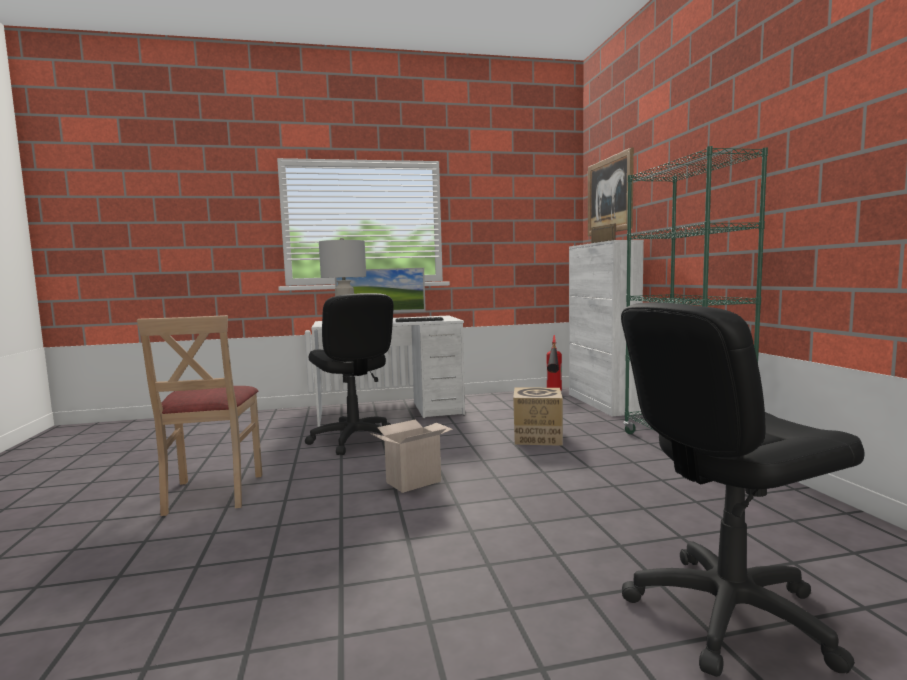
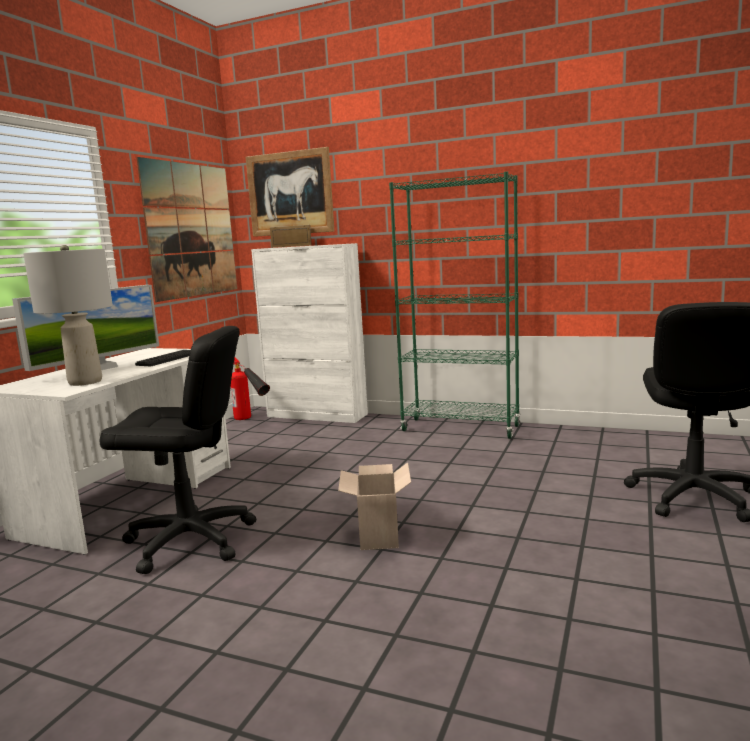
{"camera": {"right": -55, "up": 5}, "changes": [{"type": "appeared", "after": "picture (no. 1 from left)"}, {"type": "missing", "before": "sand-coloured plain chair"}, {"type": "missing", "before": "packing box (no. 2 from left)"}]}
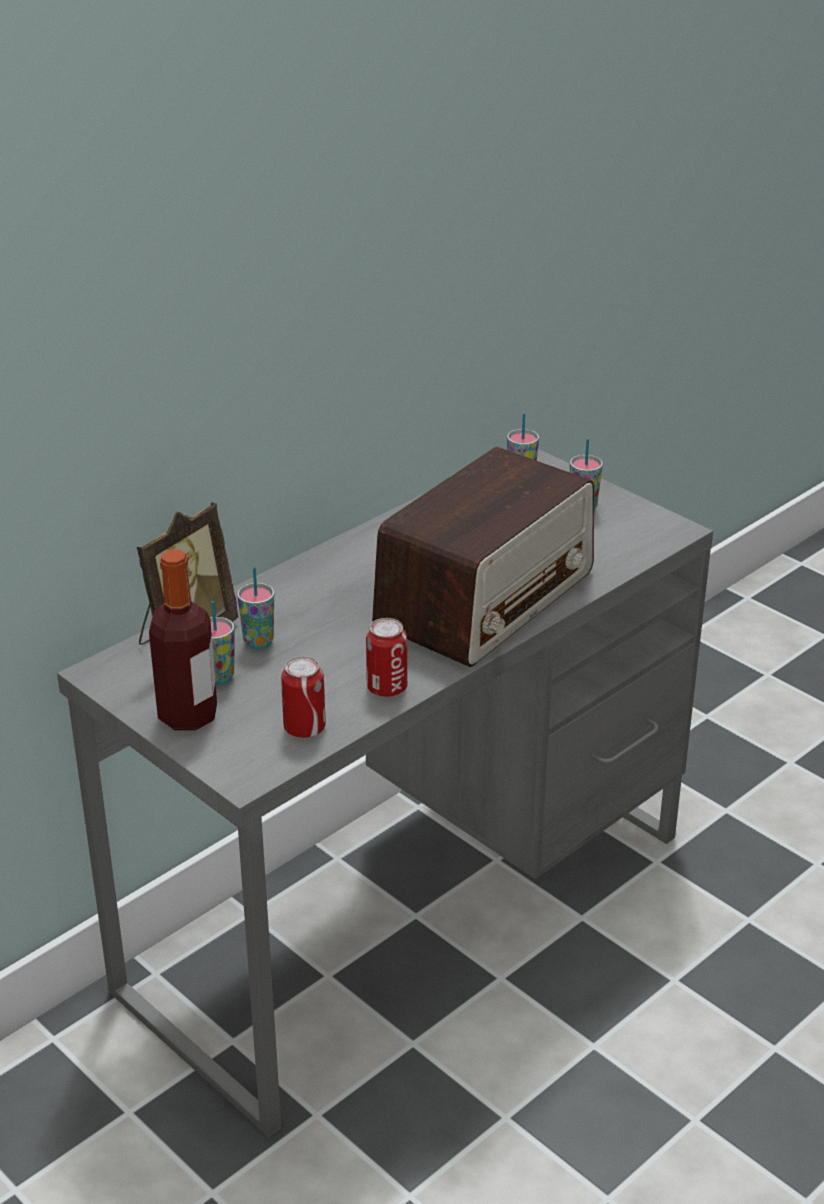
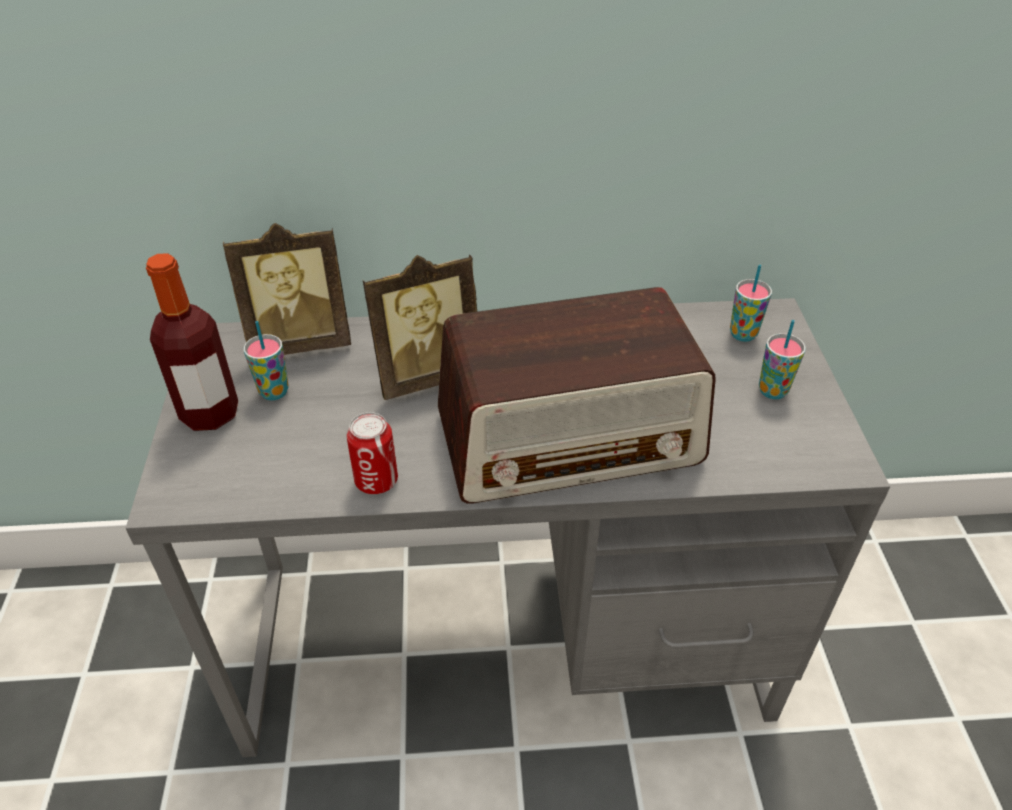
{"camera": {"right": 40, "up": 10}, "changes": [{"type": "appeared", "after": "standing frame (no. 2 from left)"}, {"type": "missing", "before": "cup (no. 2 from left)"}, {"type": "missing", "before": "sealed can (no. 1 from left)"}]}
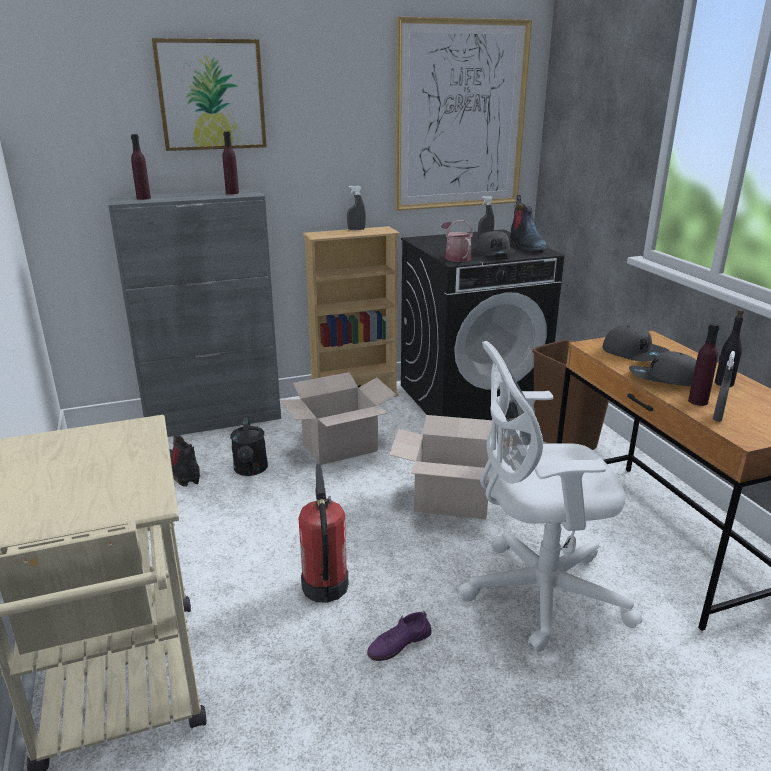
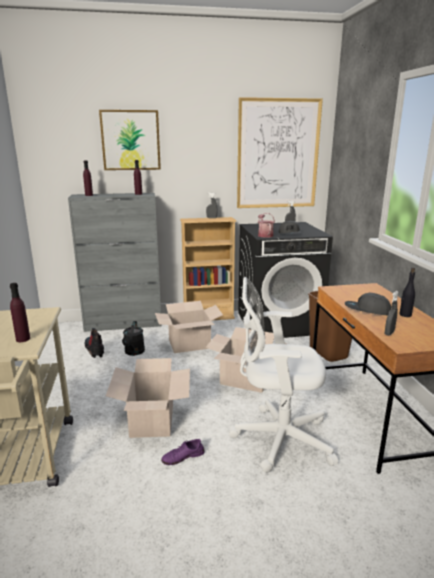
{"camera": {"right": 10, "up": -5}, "changes": [{"type": "relocated", "before": "purple bottle (no. 3 from left in the first image)", "after": "purple bottle (no. 1 from left)"}, {"type": "exchanged", "before": "fire extinguisher", "after": "packing box (no. 1 from left)"}, {"type": "missing", "before": "boot (no. 2 from left)"}, {"type": "missing", "before": "greyish baseball cap (no. 2 from left)"}]}
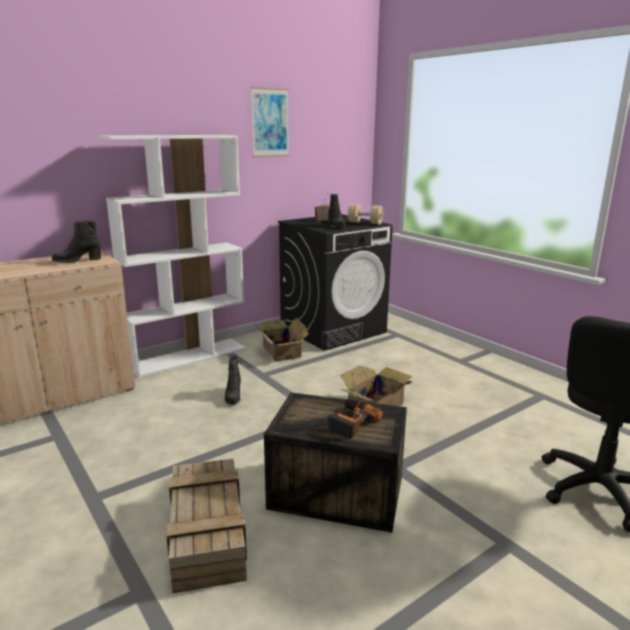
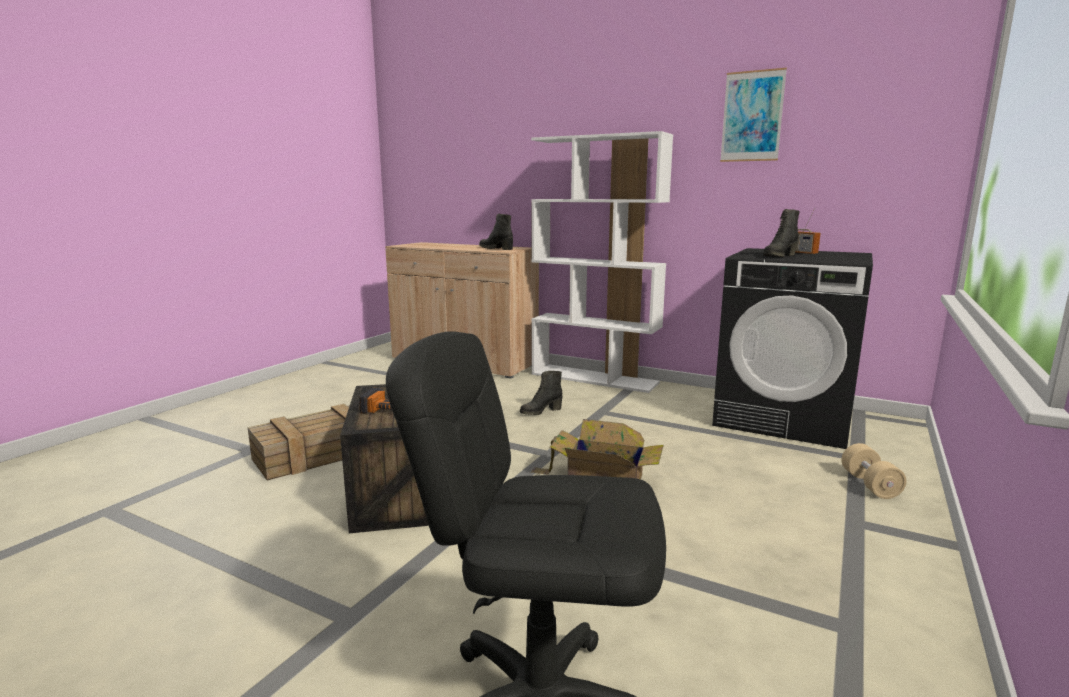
{"camera": {"right": 65, "up": -5}, "changes": [{"type": "relocated", "before": "sand-coloured hand weight"}, {"type": "missing", "before": "packing box (no. 1 from left)"}]}
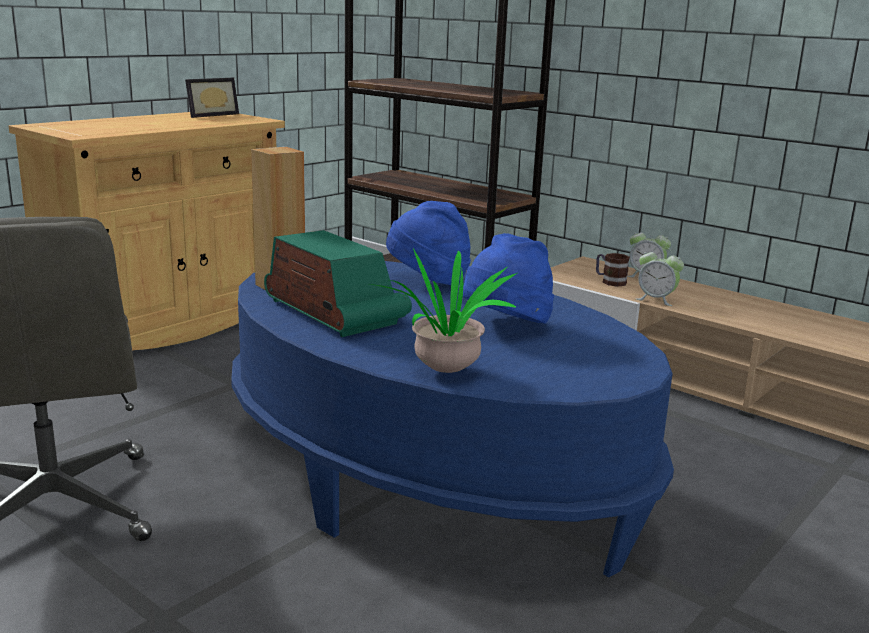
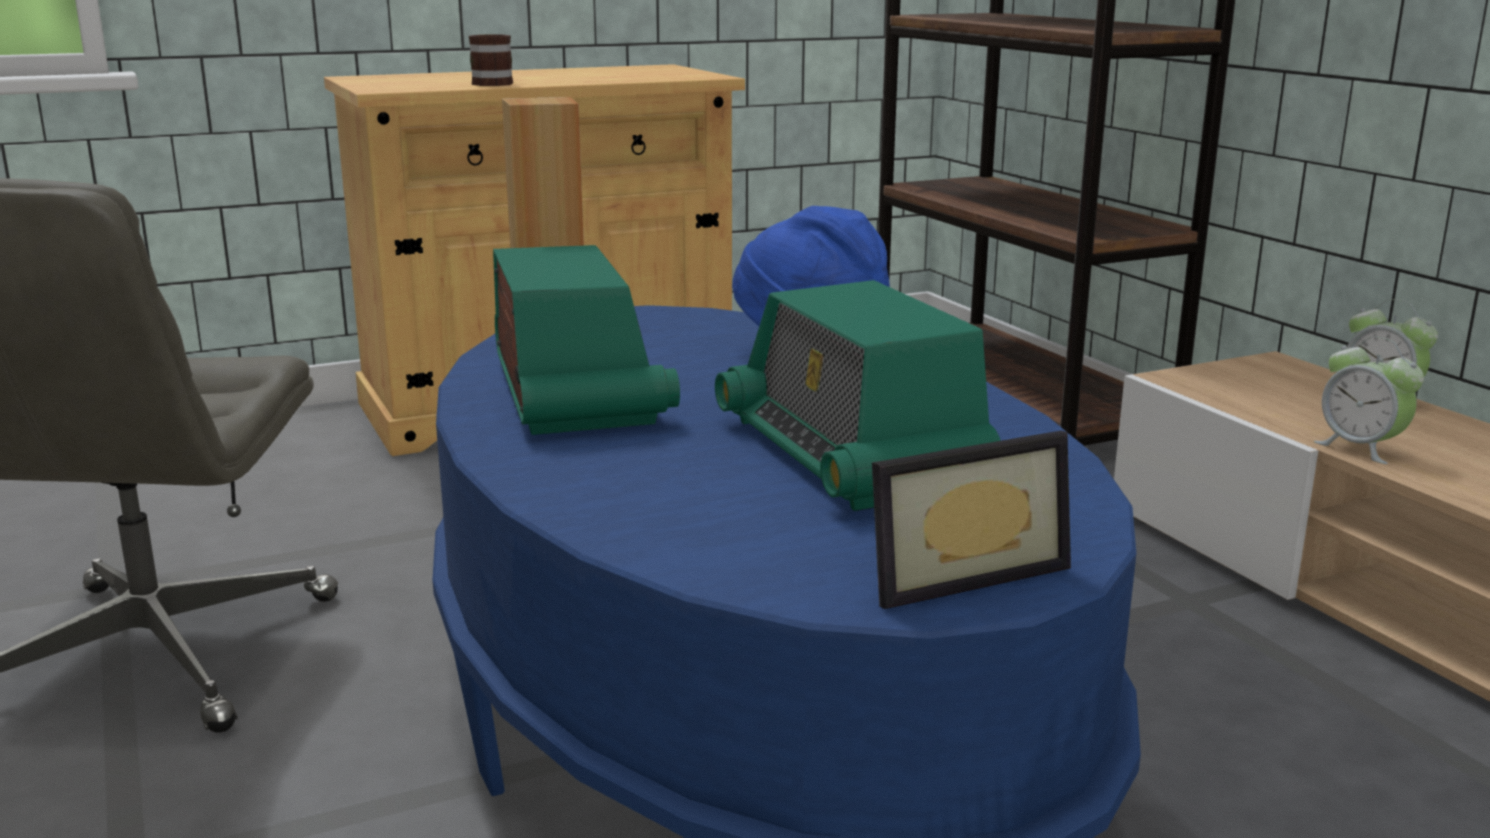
{"camera": {"right": 25, "up": 0}, "changes": [{"type": "relocated", "before": "coffee mug"}, {"type": "exchanged", "before": "blue-coloured wearable hat (no. 2 from left)", "after": "radio (no. 2 from left)"}, {"type": "relocated", "before": "standing frame"}, {"type": "missing", "before": "potted plant"}]}
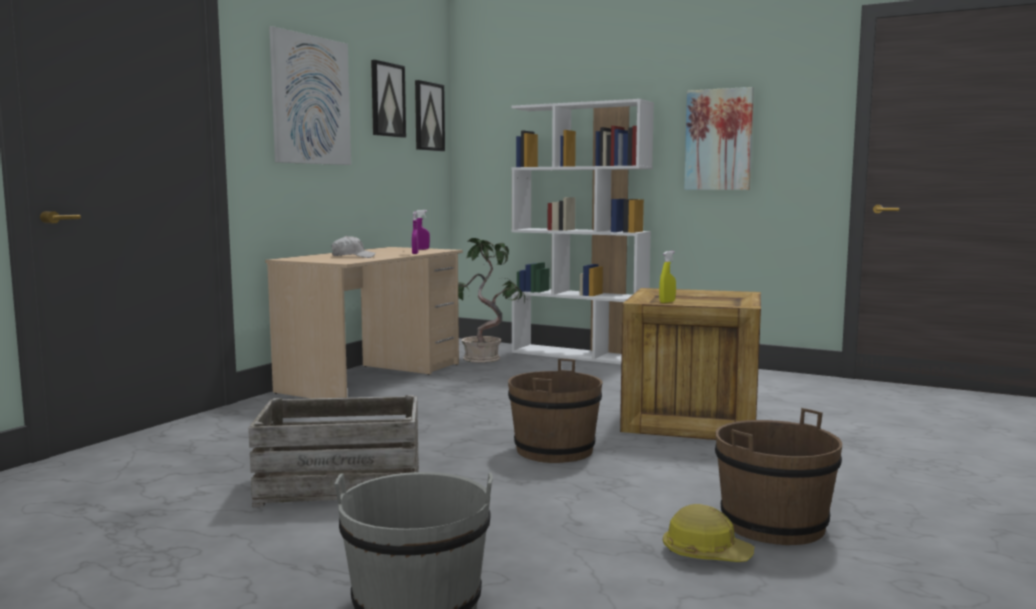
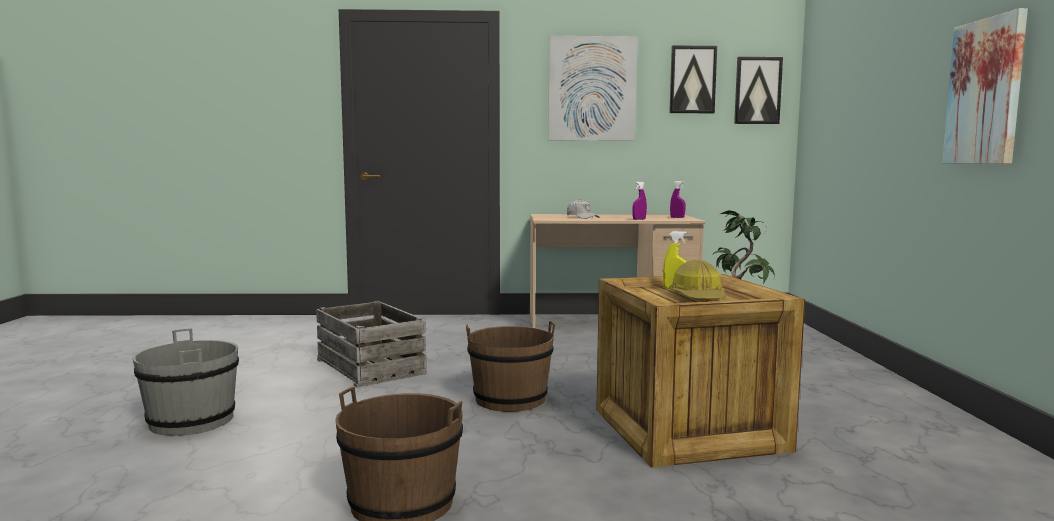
{"camera": {"right": 60, "up": 0}, "changes": [{"type": "relocated", "before": "work helmet"}, {"type": "missing", "before": "white-coloured bookshelf"}]}
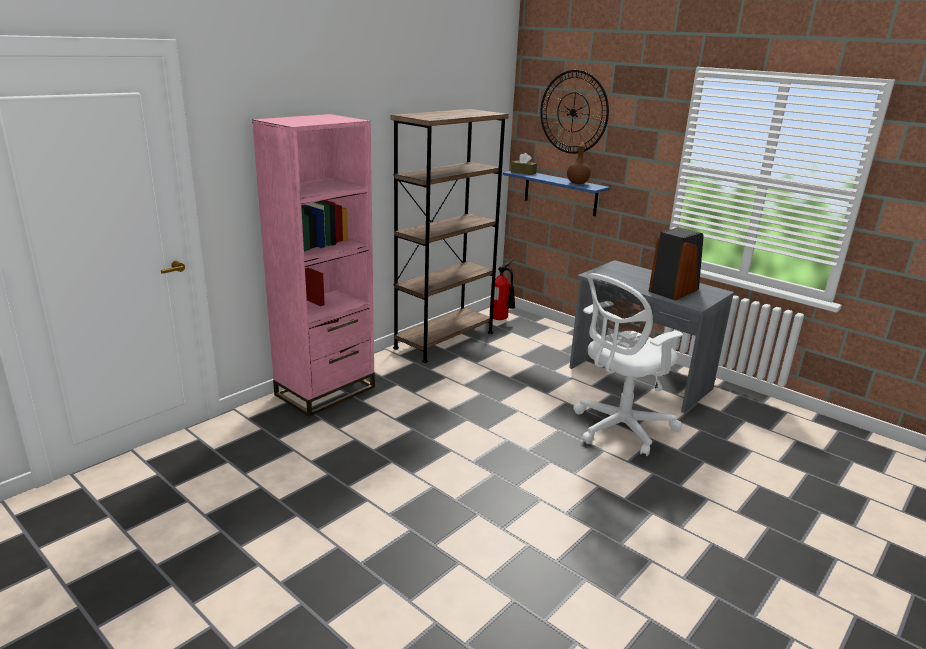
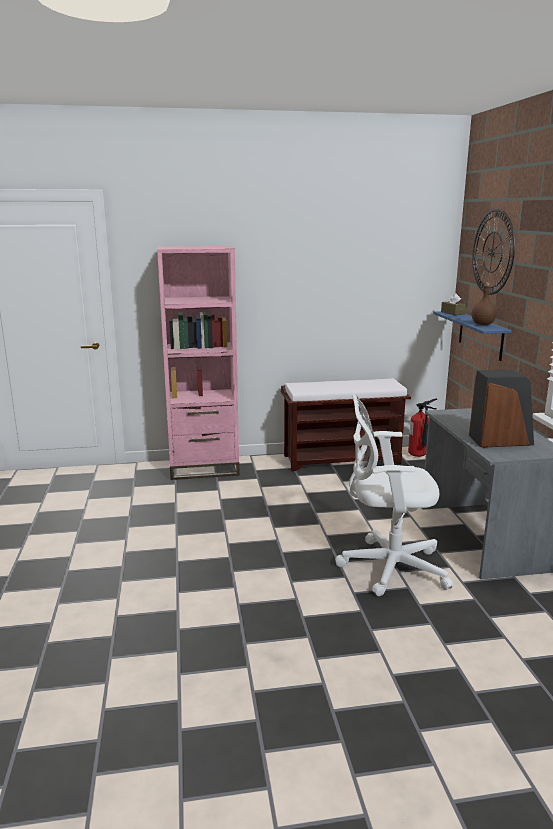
{"camera": {"right": 40, "up": -5}, "changes": [{"type": "exchanged", "before": "brown bookshelf", "after": "brown long seat"}]}
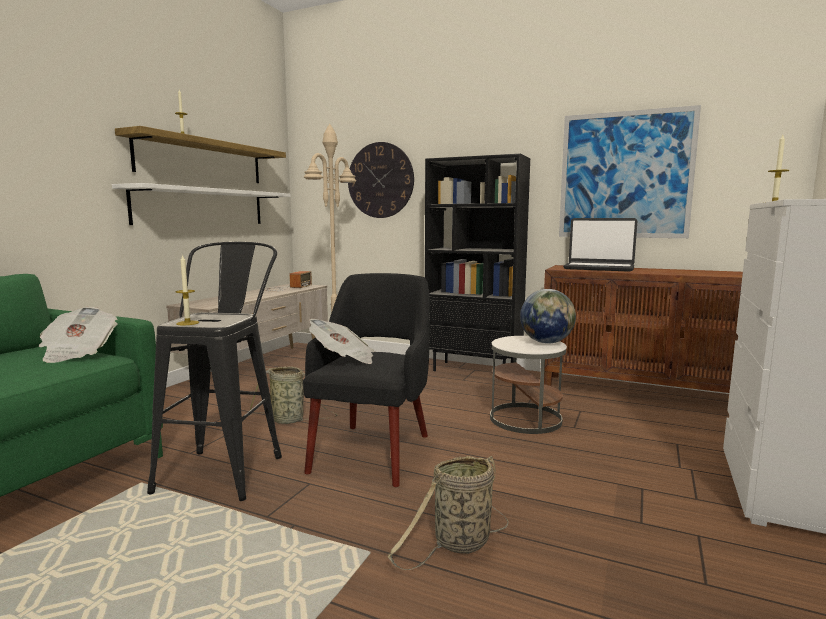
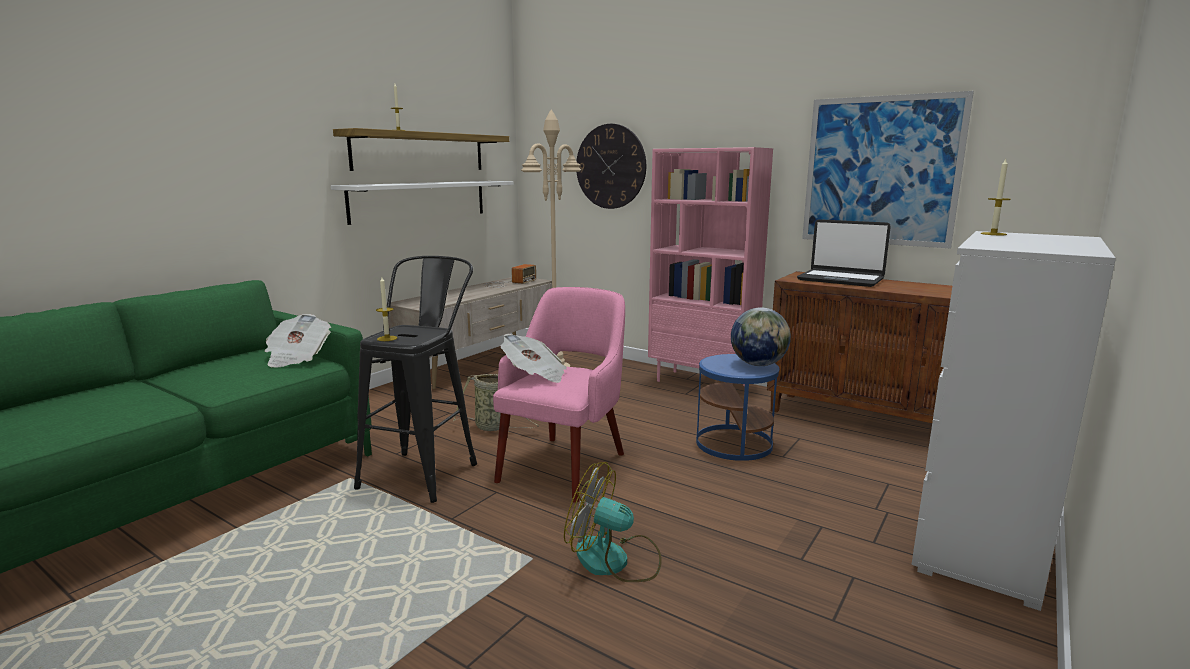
{"camera": {"right": 10, "up": 5}, "changes": [{"type": "colour", "before": "black armchair", "after": "pink-coloured armchair"}, {"type": "exchanged", "before": "basket (no. 2 from left)", "after": "fan"}, {"type": "colour", "before": "black bookshelf", "after": "pink-coloured bookshelf"}, {"type": "colour", "before": "white-coloured end table", "after": "blue-coloured end table"}]}
